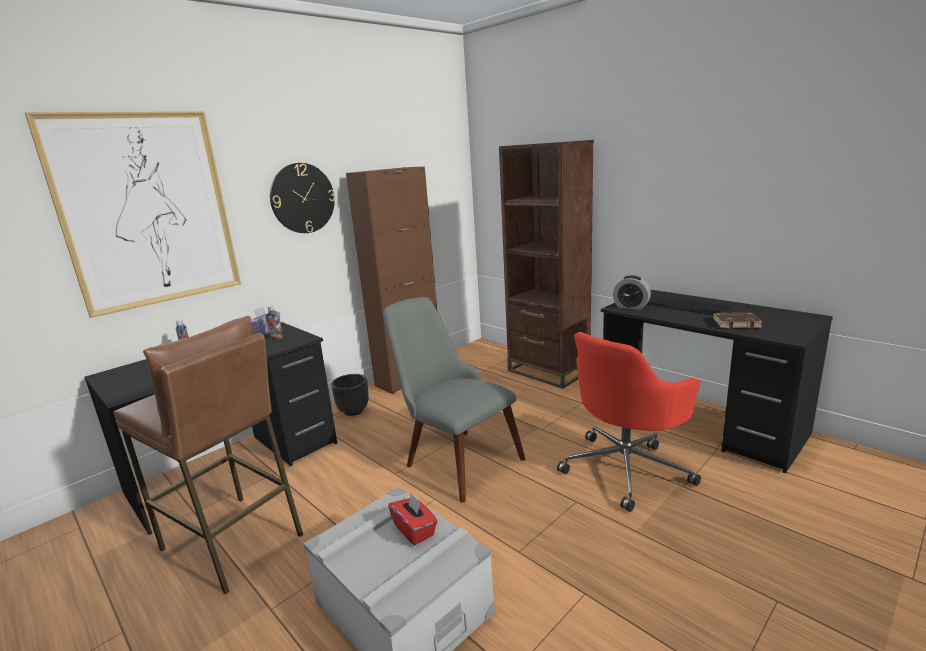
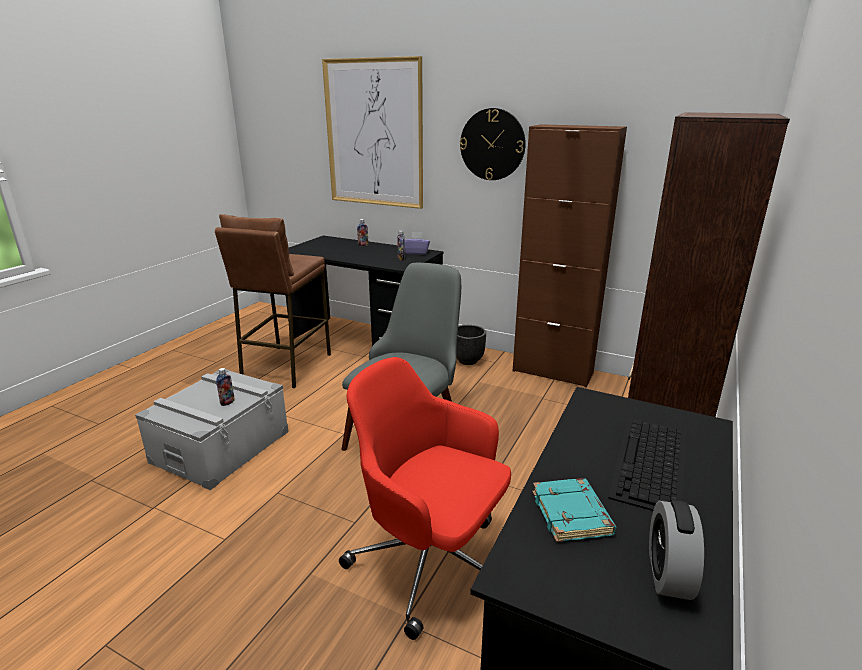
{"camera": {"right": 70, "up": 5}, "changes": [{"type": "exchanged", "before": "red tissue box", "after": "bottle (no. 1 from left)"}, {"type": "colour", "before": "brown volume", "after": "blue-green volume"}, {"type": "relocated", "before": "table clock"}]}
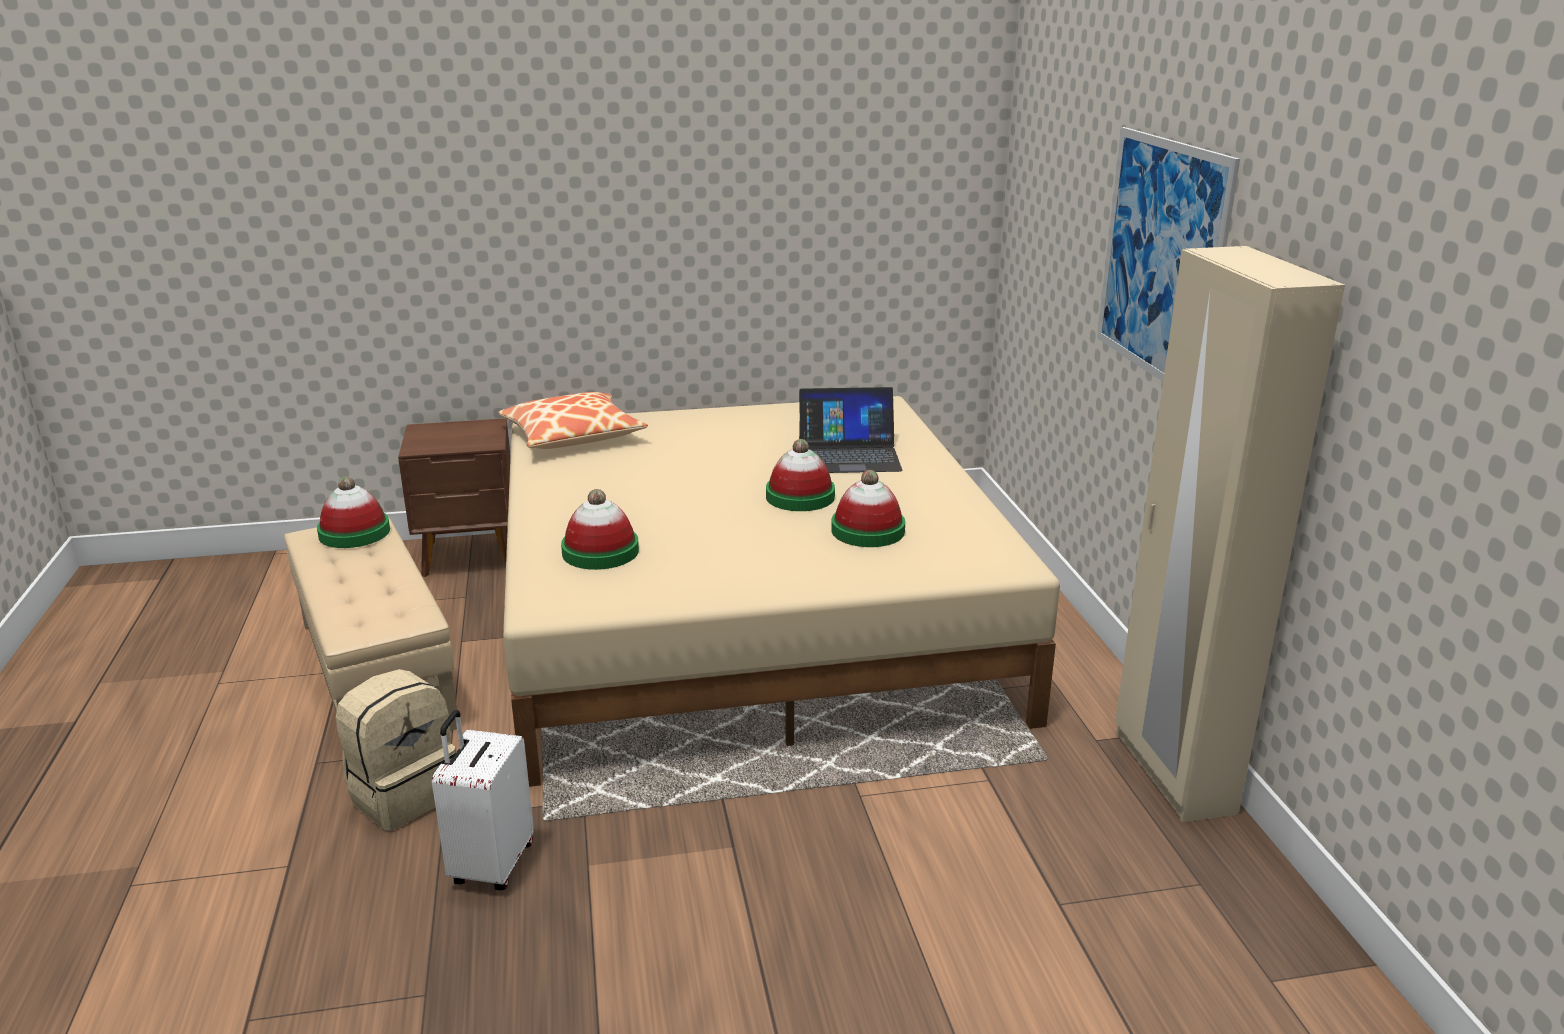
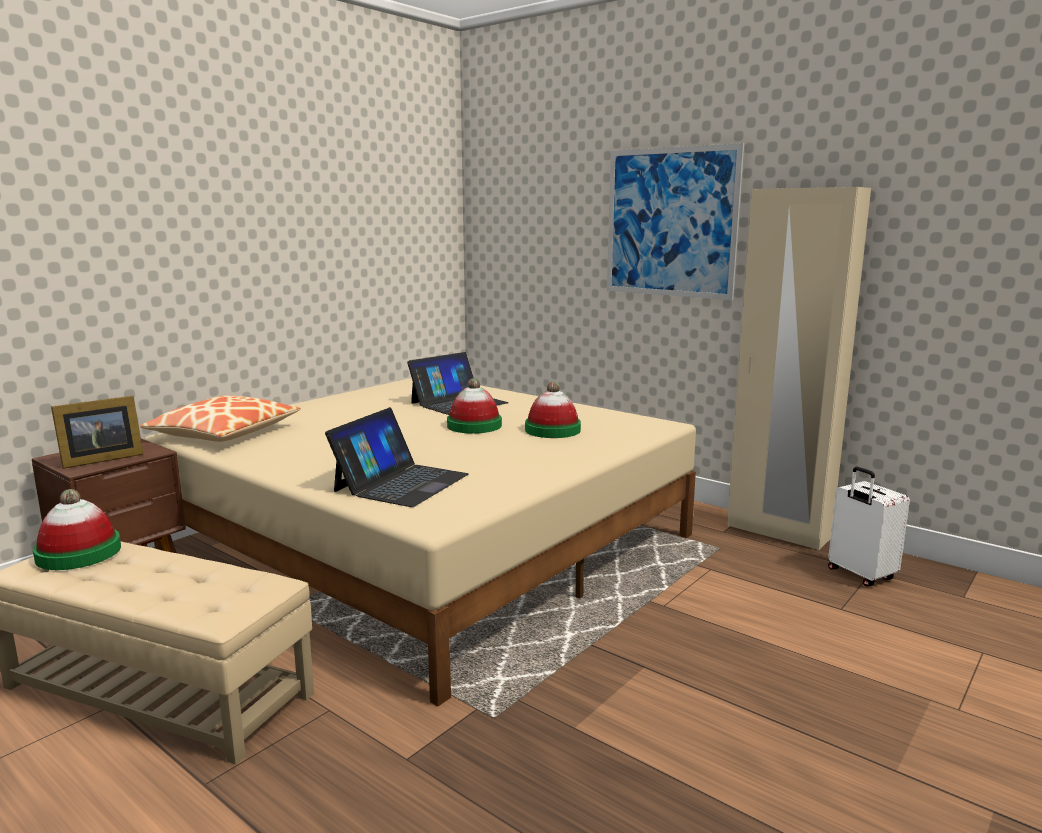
{"camera": {"right": -40, "up": -10}, "changes": [{"type": "appeared", "after": "standing frame"}, {"type": "exchanged", "before": "wearable hat (no. 2 from left)", "after": "notebook computer (no. 1 from left)"}, {"type": "relocated", "before": "white-coloured suitcase"}, {"type": "missing", "before": "sand-coloured knapsack"}]}
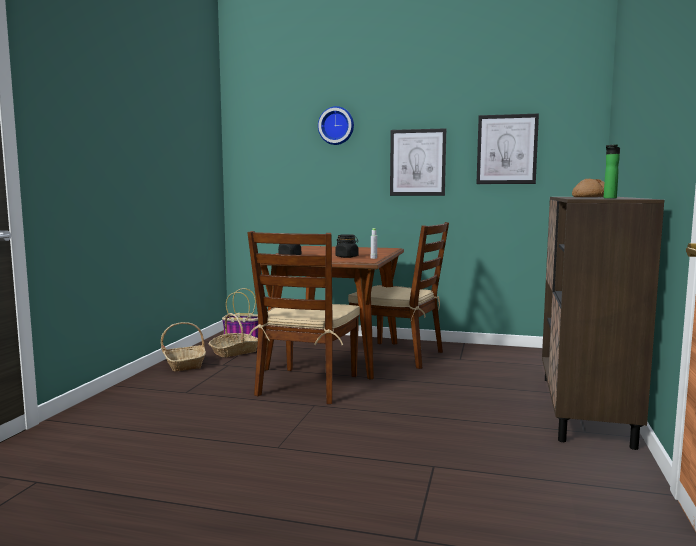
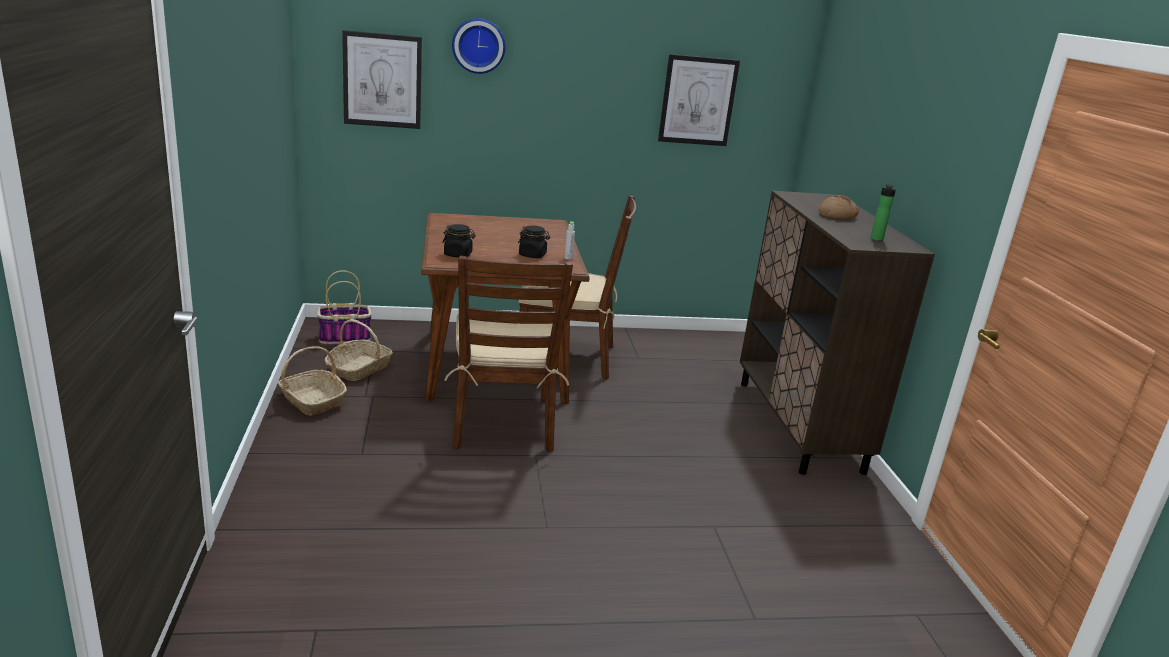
{"camera": {"right": -25, "up": 15}, "changes": [{"type": "relocated", "before": "picture (no. 1 from left)"}]}
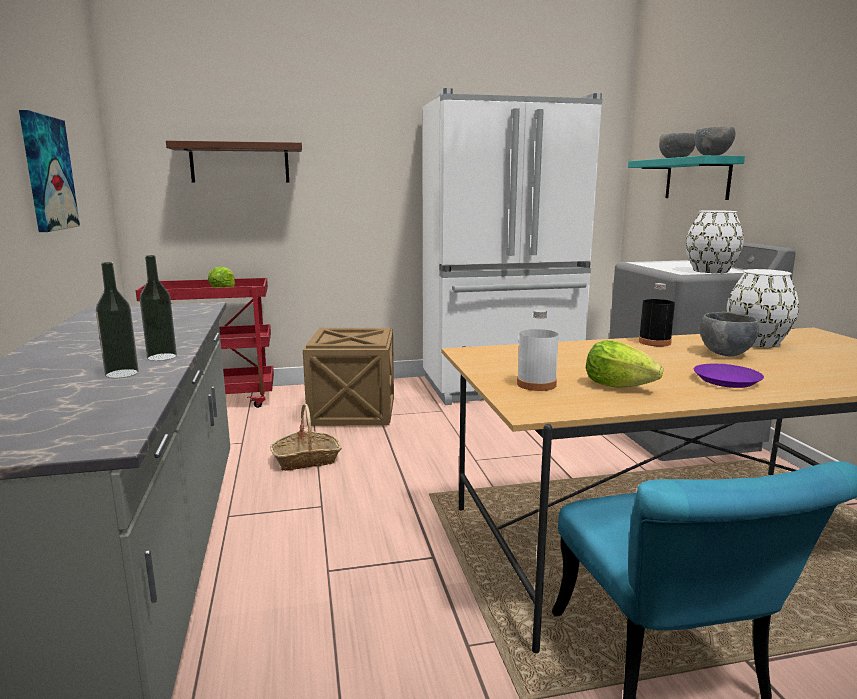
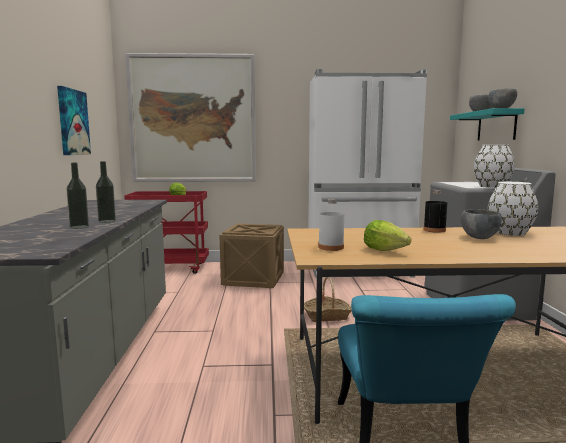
{"camera": {"right": 10, "up": -5}, "changes": [{"type": "exchanged", "before": "brown wall shelf", "after": "picture (no. 2 from left)"}, {"type": "relocated", "before": "basket"}, {"type": "missing", "before": "purple plate"}]}
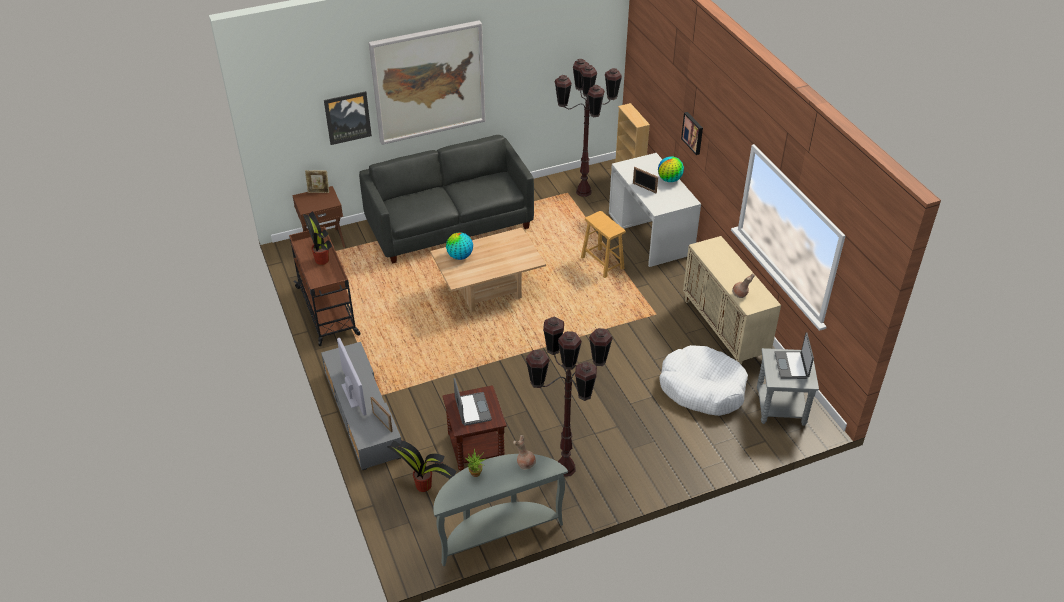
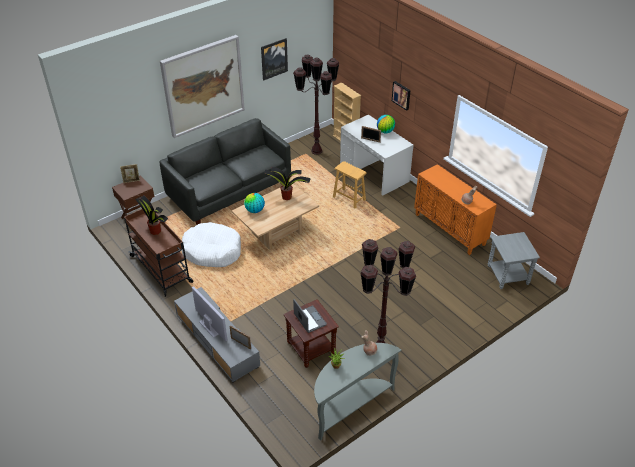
{"camera": {"right": -15, "up": 0}, "changes": [{"type": "relocated", "before": "white-coloured dog cushion"}, {"type": "relocated", "before": "picture (no. 1 from left in the first image)", "after": "picture (no. 2 from left)"}, {"type": "relocated", "before": "potted plant (no. 2 from left)"}, {"type": "colour", "before": "sand-coloured cabinet", "after": "orange cabinet"}, {"type": "missing", "before": "notebook computer (no. 2 from left)"}]}
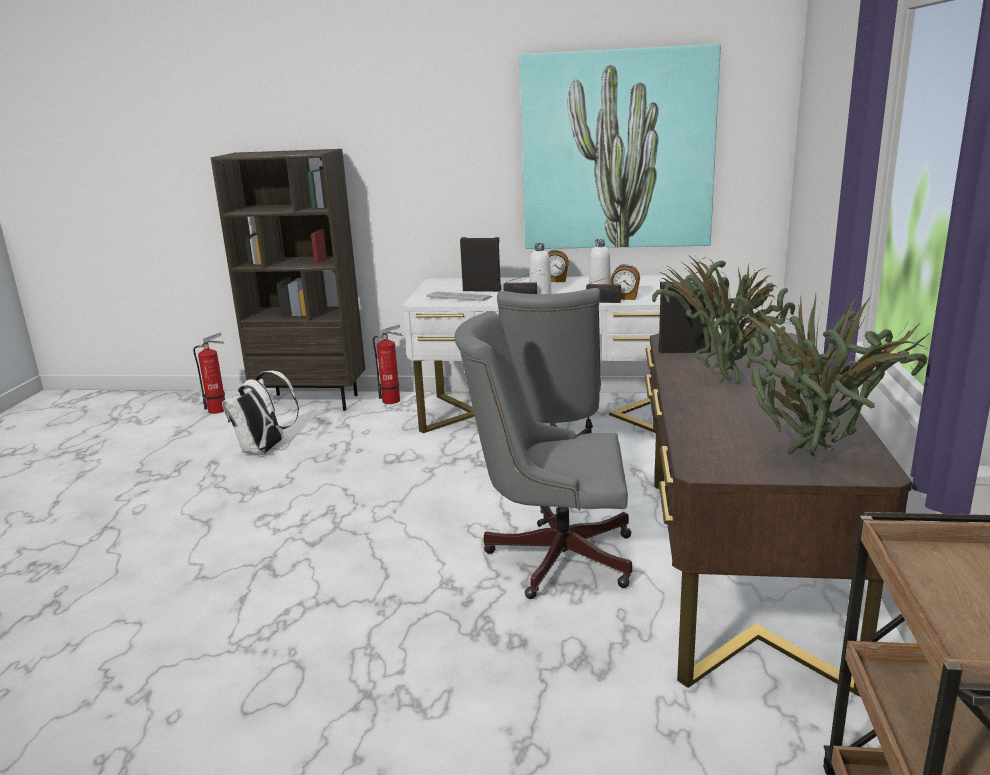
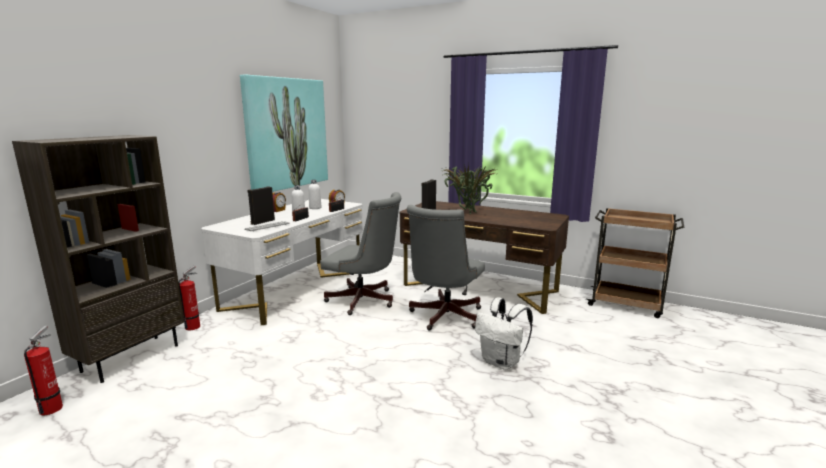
{"camera": {"right": -70, "up": -5}, "changes": [{"type": "relocated", "before": "white-coloured knapsack"}, {"type": "missing", "before": "potted plant (no. 2 from left)"}]}
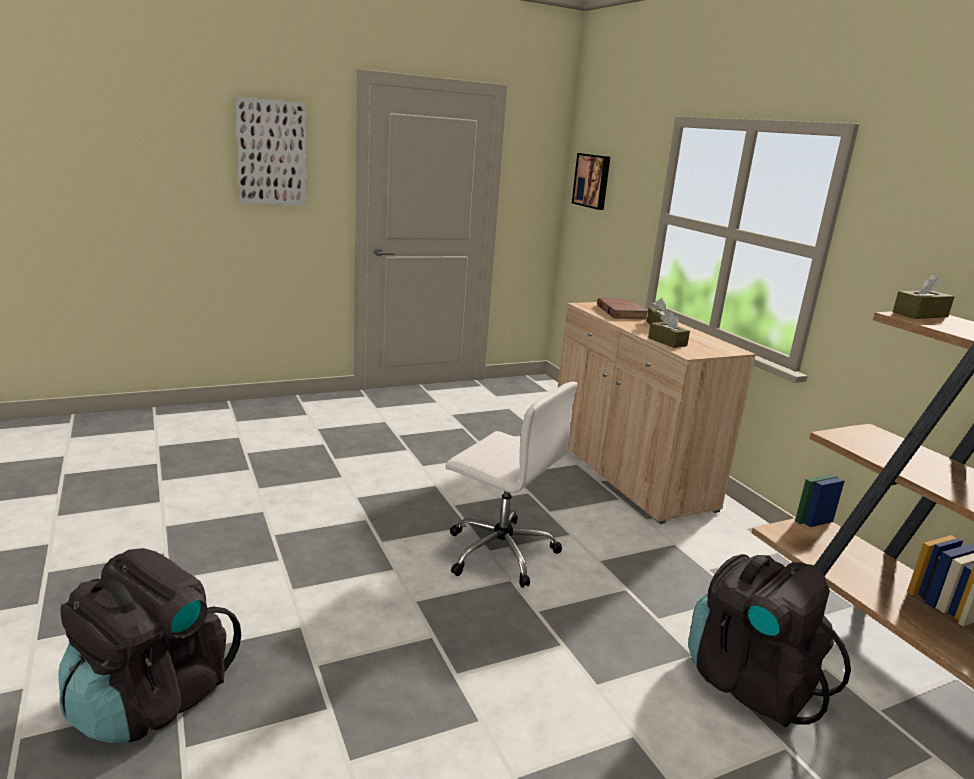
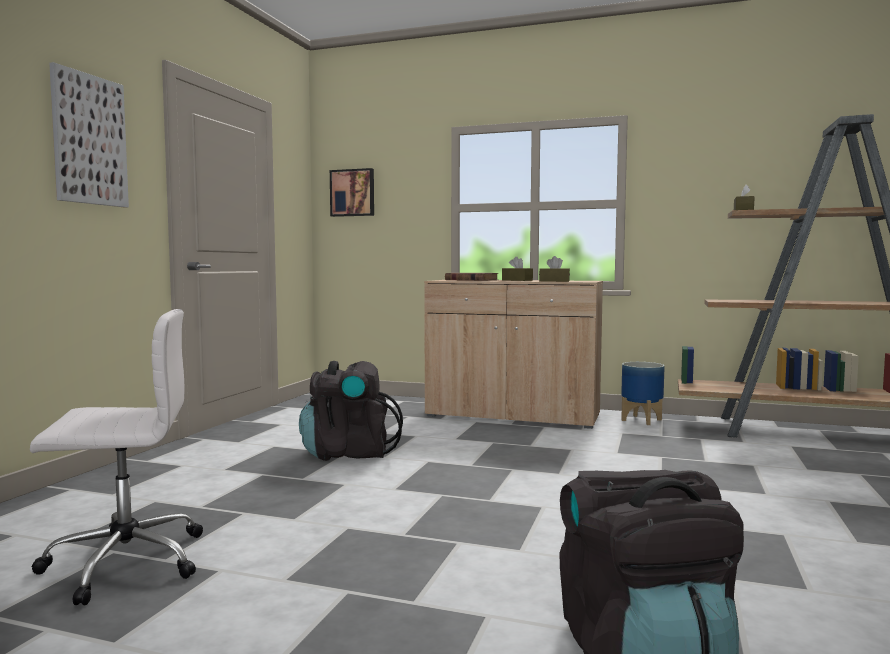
{"camera": {"right": -45, "up": -15}, "changes": [{"type": "relocated", "before": "white-coloured computer chair"}, {"type": "relocated", "before": "black knapsack (no. 2 from left in the first image)", "after": "black knapsack (no. 1 from left)"}, {"type": "appeared", "after": "flower pot"}]}
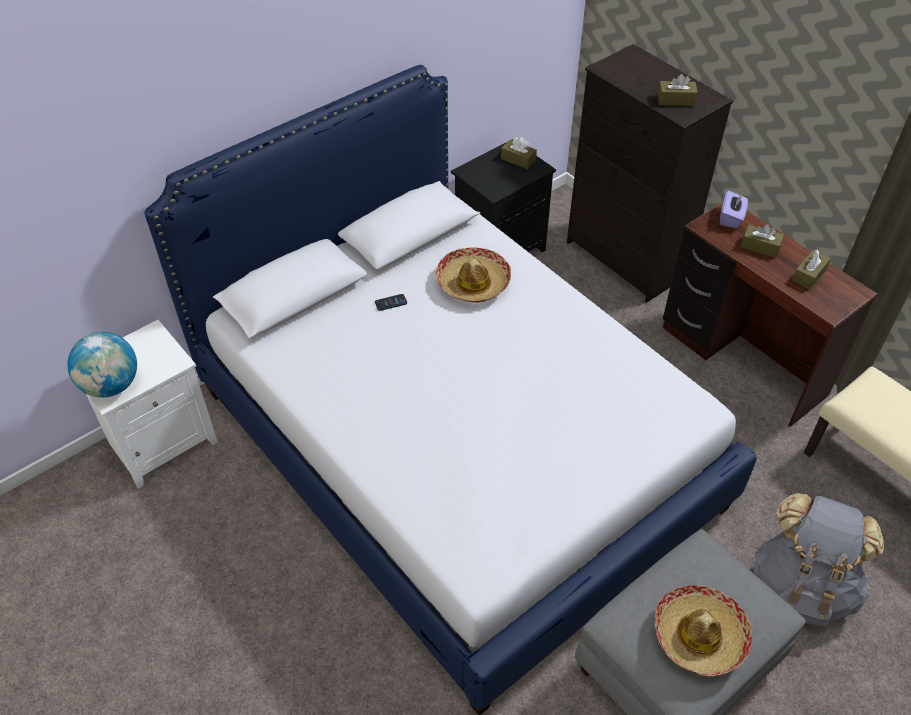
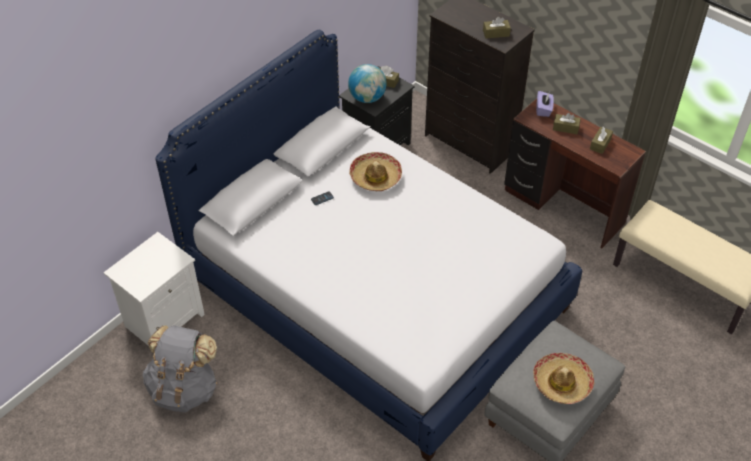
{"camera": {"right": -10, "up": 0}, "changes": [{"type": "relocated", "before": "greyish knapsack"}, {"type": "relocated", "before": "desk globe"}]}
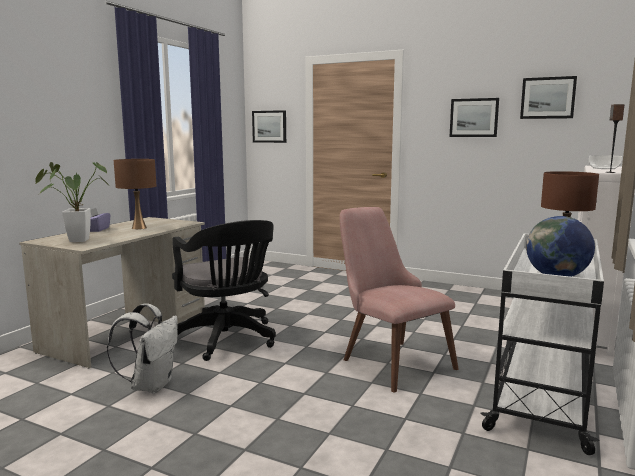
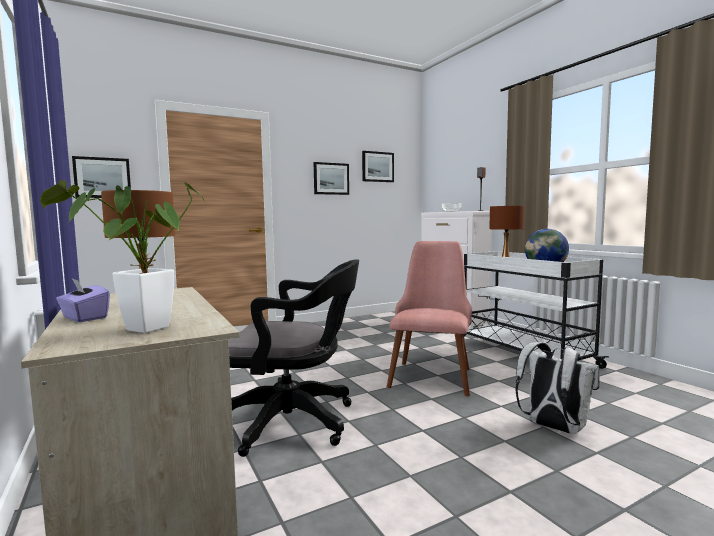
{"camera": {"right": -55, "up": -5}, "changes": [{"type": "spun", "before": "pink-coloured plain chair", "turn": 105}, {"type": "relocated", "before": "white-coloured knapsack"}]}
